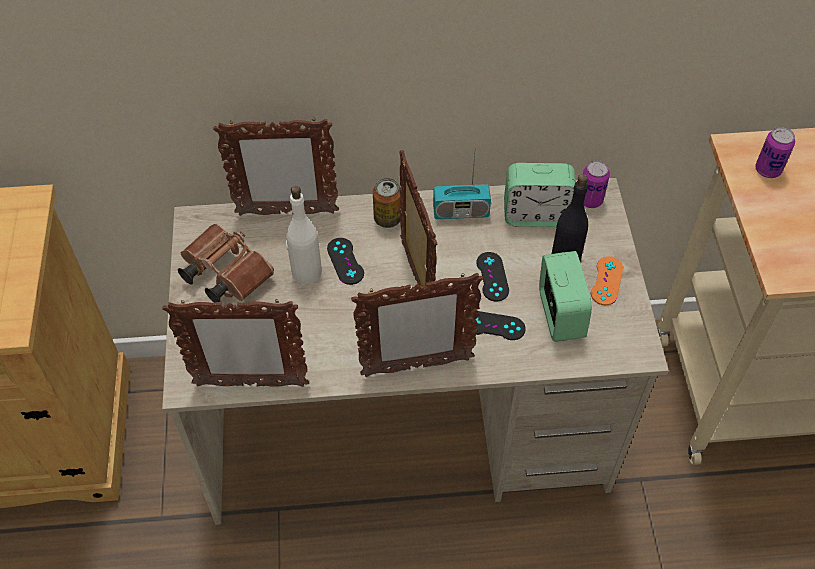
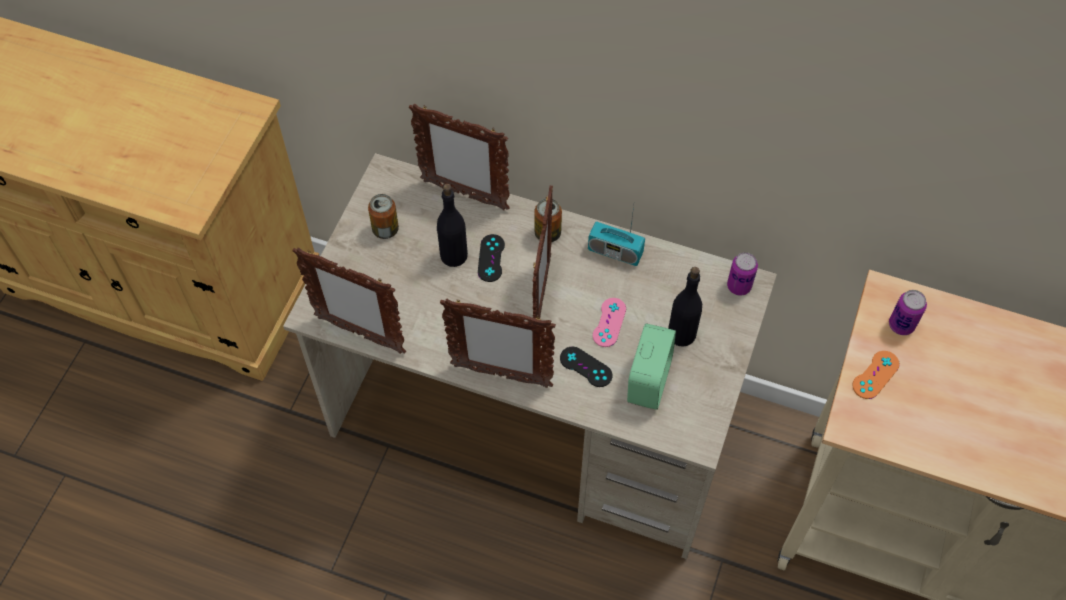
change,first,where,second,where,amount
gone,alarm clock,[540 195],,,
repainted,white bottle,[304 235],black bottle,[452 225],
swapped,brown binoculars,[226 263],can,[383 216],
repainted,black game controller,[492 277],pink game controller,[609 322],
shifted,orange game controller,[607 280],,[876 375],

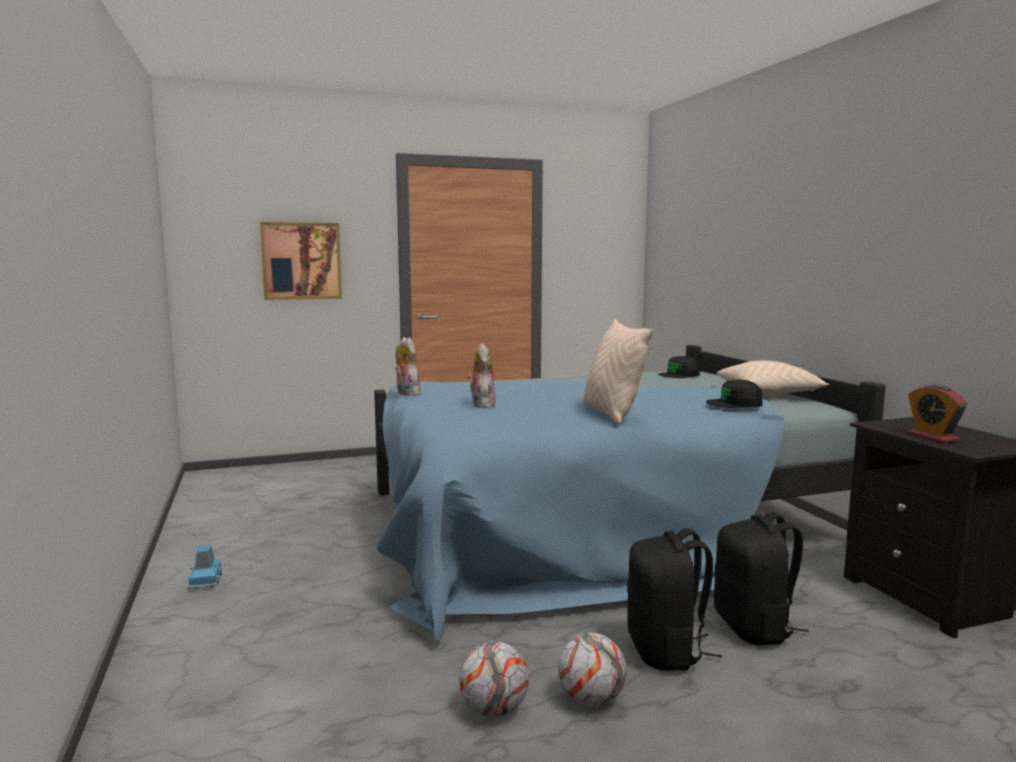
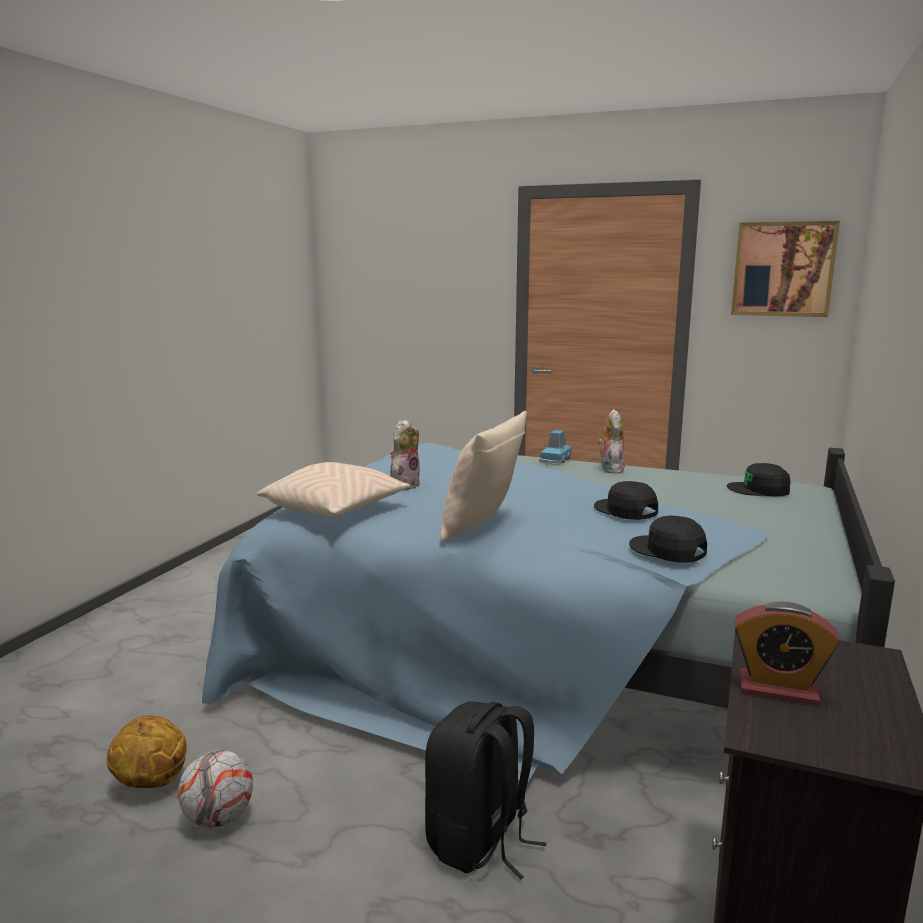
change,first,where,second,where,amount
shifted,picture,[301 261],,[785 269],
shifted,plush toy,[408 366],,[611 441],
shifted,beige pillow,[773 378],,[333 489],
rotated,alarm clock,[937 414],,[787 653],90 degrees counterclockwise
gone,black backpack,[674 599],,,
shifted,blue toy car,[205 567],,[555 447],
swapped,football,[494 679],basketball,[146 751],
new,,,black cap,[626 500],

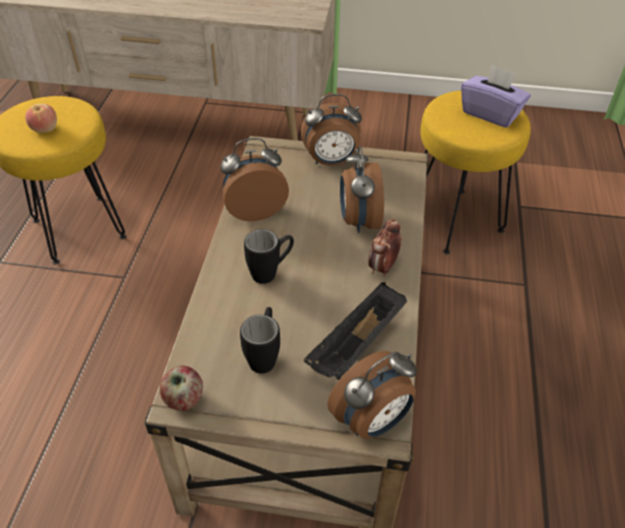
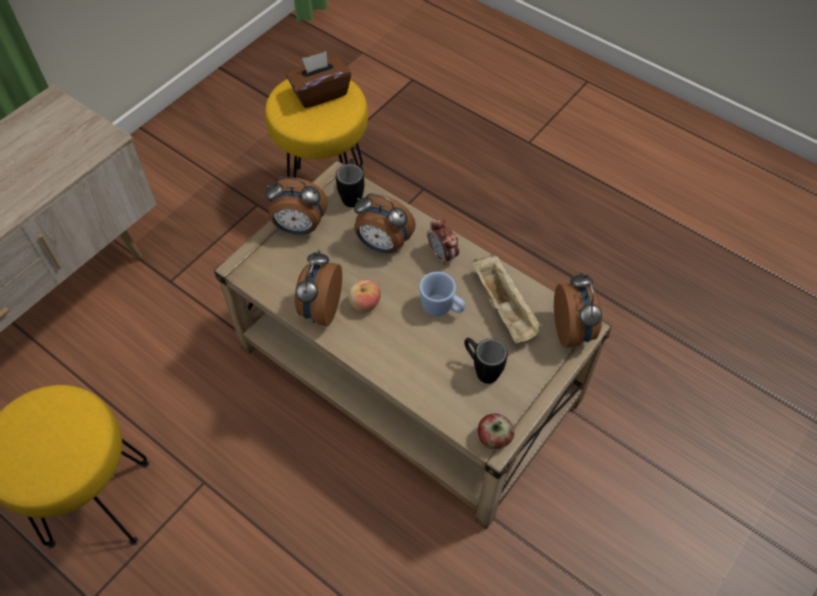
change,first,where,second,where,amount
repainted,purple tissue box,[496 96],brown tissue box,[318 80],
rotated,alarm clock,[331 130],,[296 206],75 degrees clockwise
shifted,apple,[41 118],,[365 296],
shifted,black mug,[269 256],,[350 183],
repainted,black tray,[355 331],beige tray,[507 298],
new,,,blue mug,[442 294],

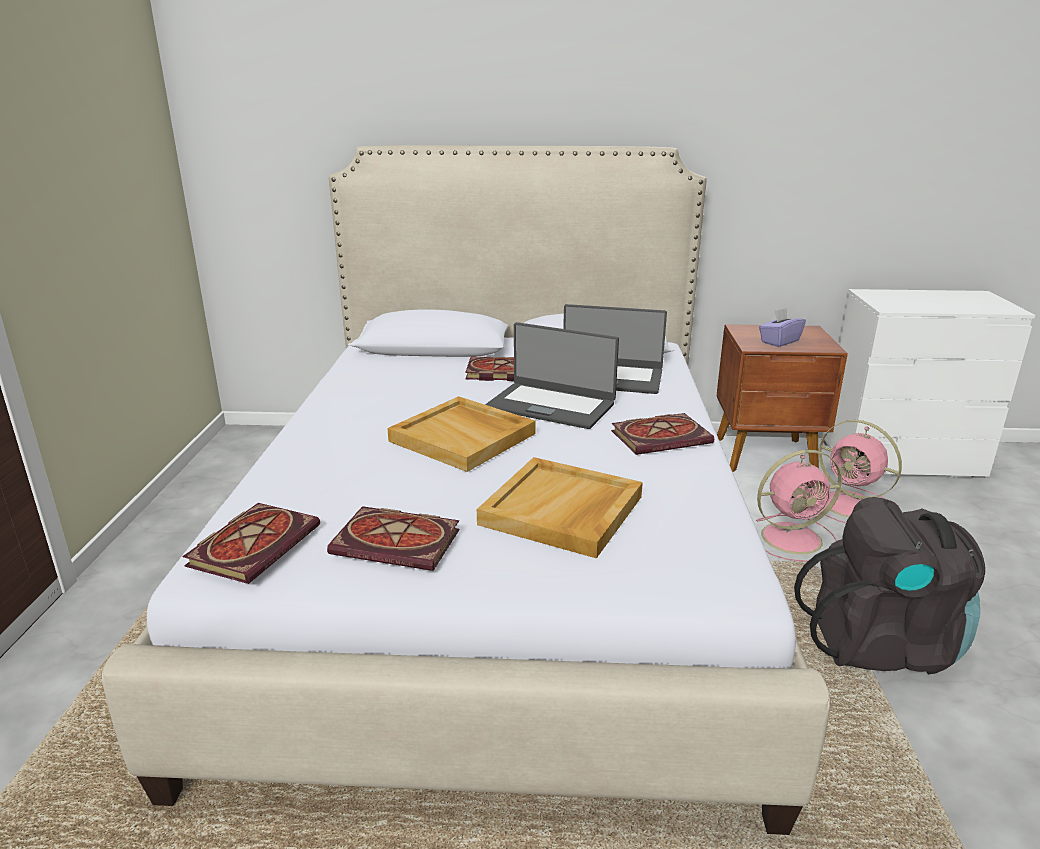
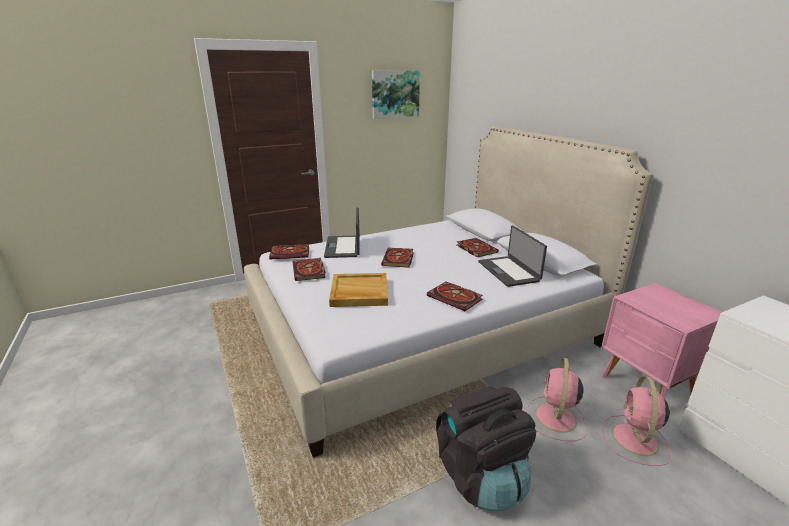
change,first,where,second,where,amount
gone,purple tissue box,[782 327],,,
shifted,laptop,[552 375],,[342 232],
repainted,brown nightstand,[782 398],pink nightstand,[661 341],
swapped,beige tray,[461 434],book,[397 258],
rotated,pink fan,[799 506],,[557 399],60 degrees clockwise
new,,,picture,[396 94],

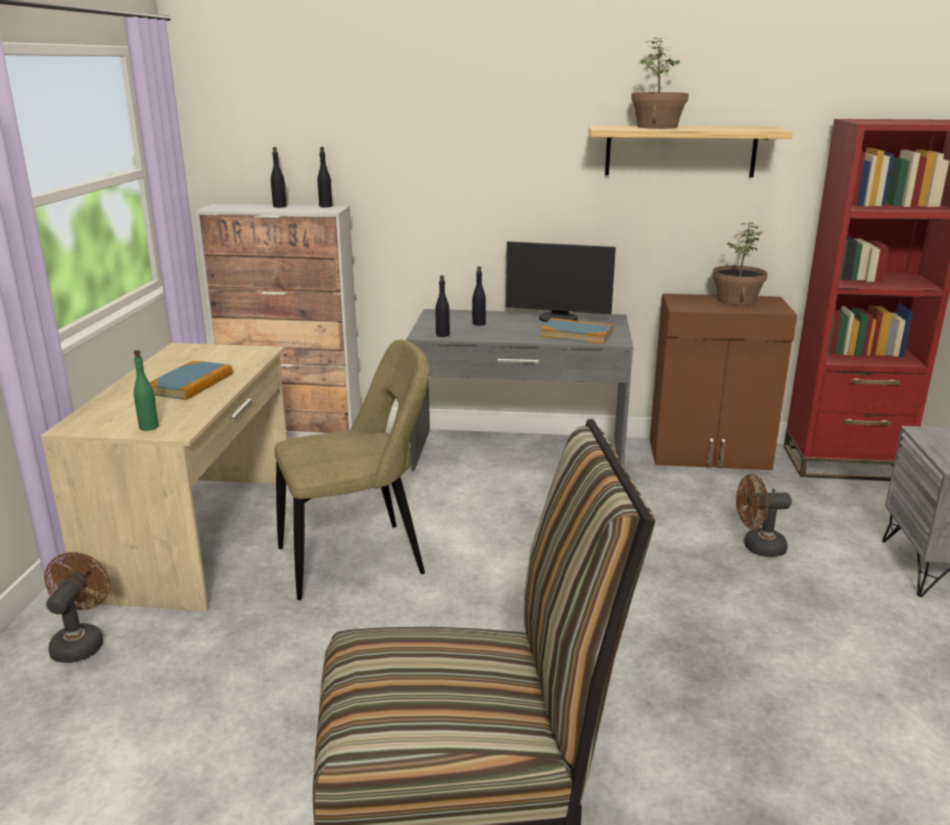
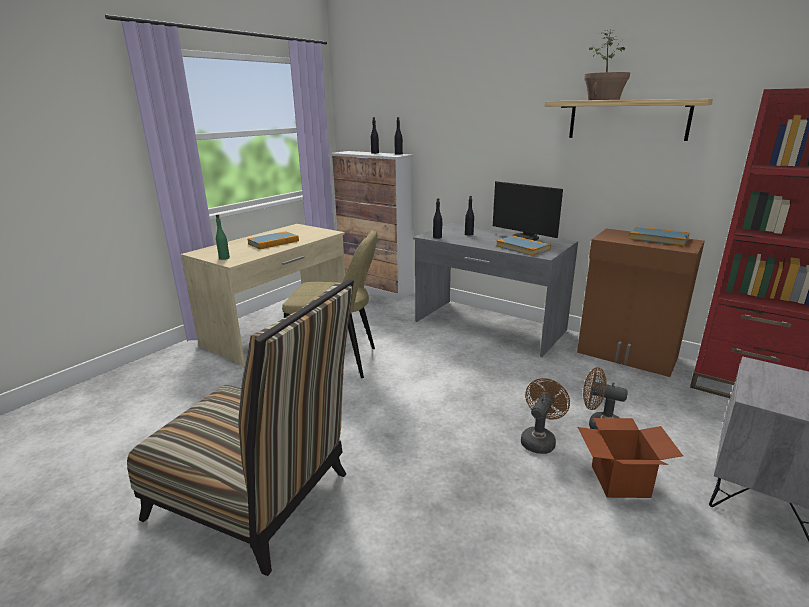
change,first,where,second,where,amount
swapped,potted plant,[740 264],book,[659 236],
shifted,brown fan,[77 607],,[545 416],
new,,,cardboard box,[630 458],

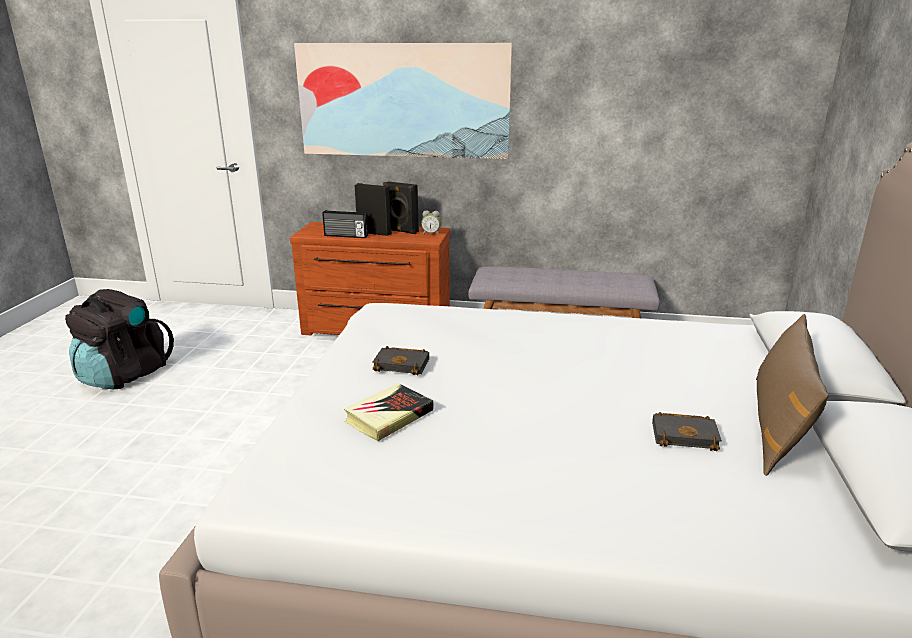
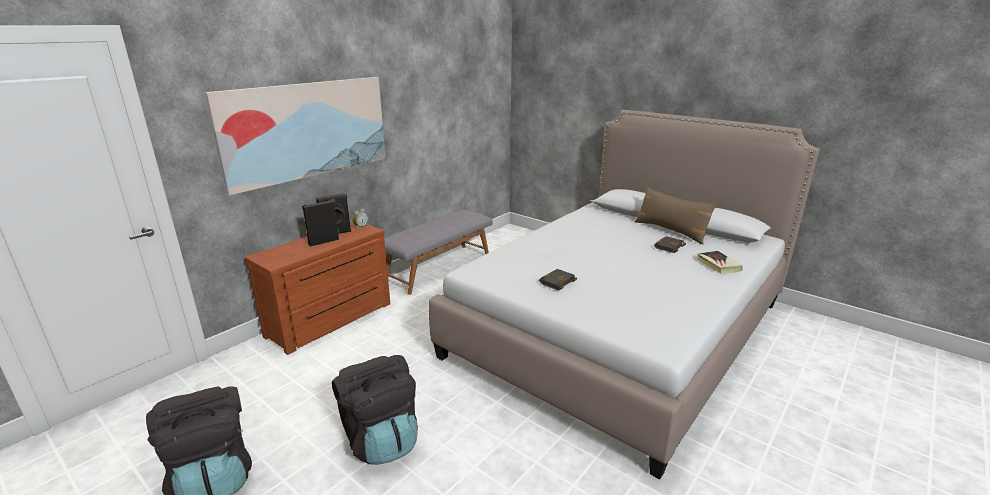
change,first,where,second,where,amount
gone,radio,[345 224],,,
shifted,book,[389 412],,[720 262],
new,,,black backpack,[375 410],

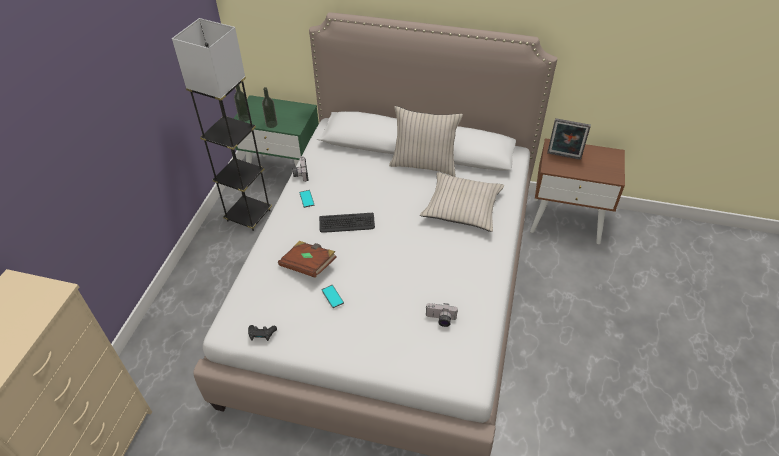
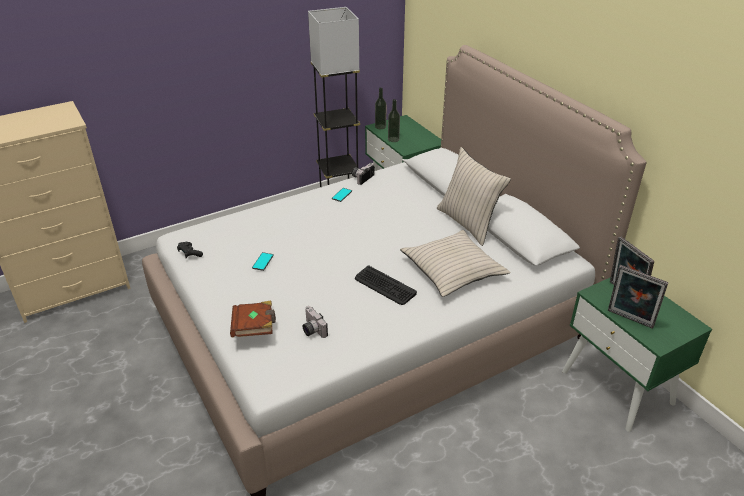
change,first,where,second,where,amount
repainted,brown nightstand,[577 191],green nightstand,[637 354],
shifted,keyboard,[347 223],,[386 285],
shifted,brown book,[307 259],,[253 319],
new,,,picture frame,[638 297],

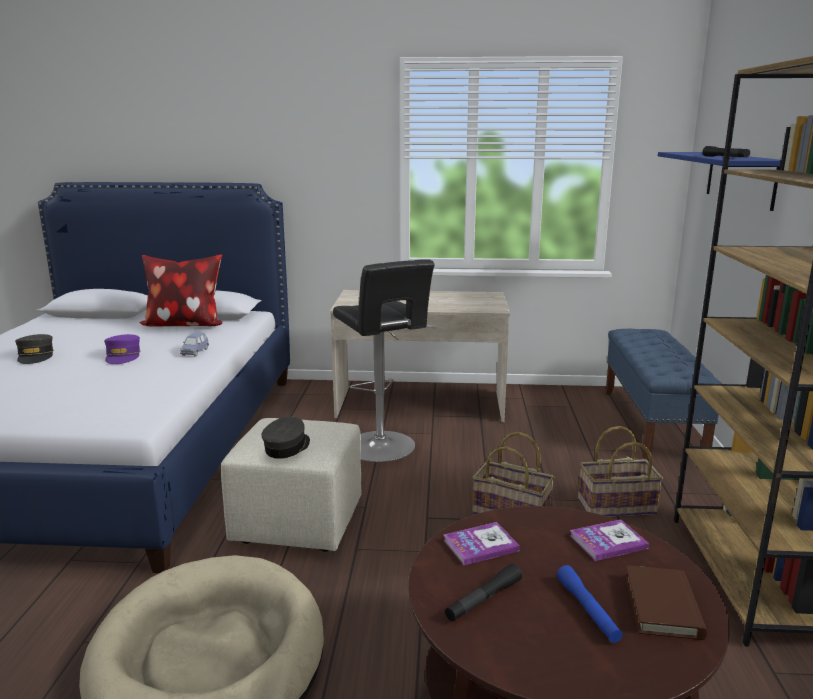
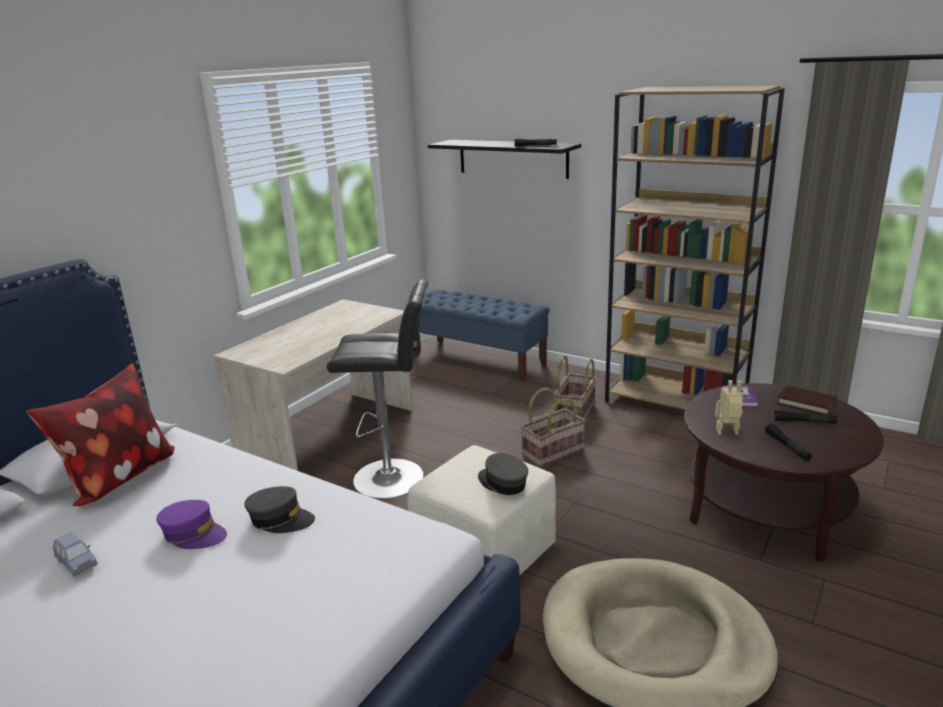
change,first,where,second,where,amount
repainted,blue shelf,[719 181],black shelf,[504 159],
shifted,blue toy car,[194 344],,[75 554],
shifted,grey cap,[34 349],,[279 509],
swapped,book,[481 544],toy robot,[729 407],
repainted,blue flashlight,[590 604],black flashlight,[806 417],

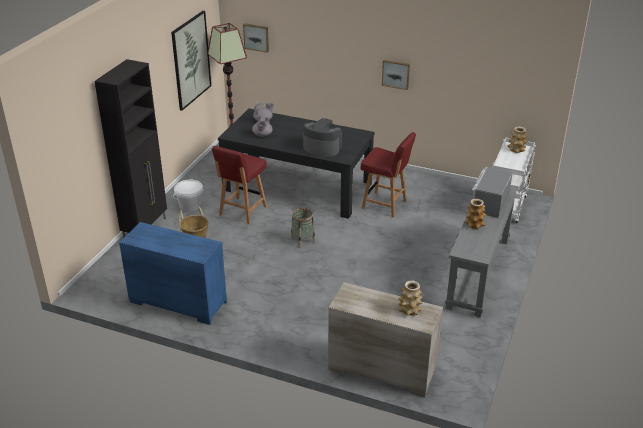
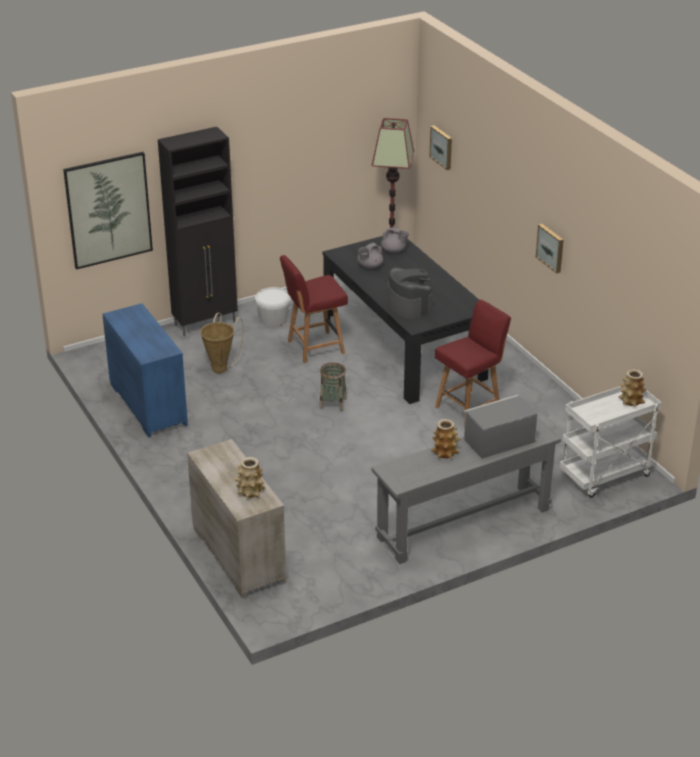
change,first,where,second,where,amount
shifted,picture,[191 61],,[108 211],
rotated,red chair,[388 175],,[473 362],105 degrees counterclockwise

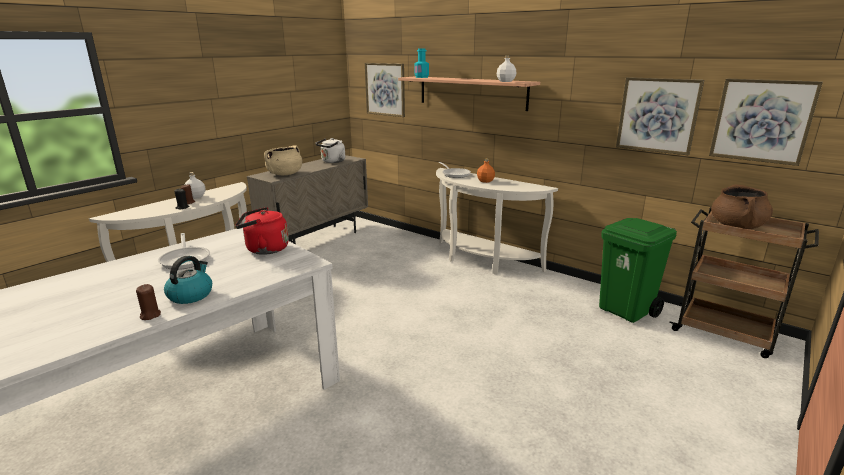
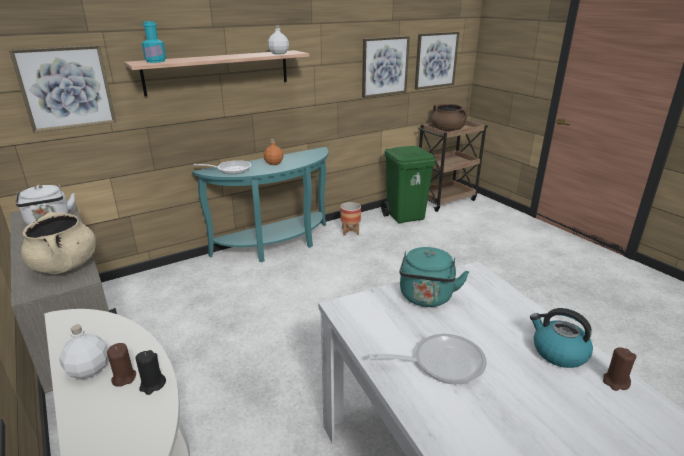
change,first,where,second,where,amount
repainted,white console table,[497 221],turquoise console table,[260 204],
repainted,red kettle,[262 231],turquoise kettle,[434 277],
new,,,planter,[350 219],

